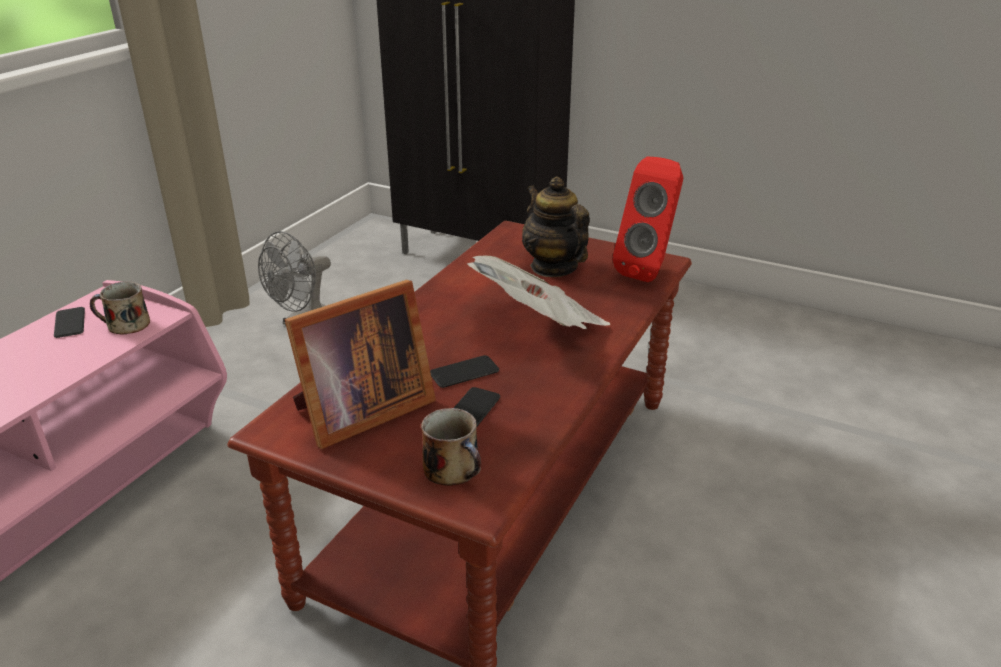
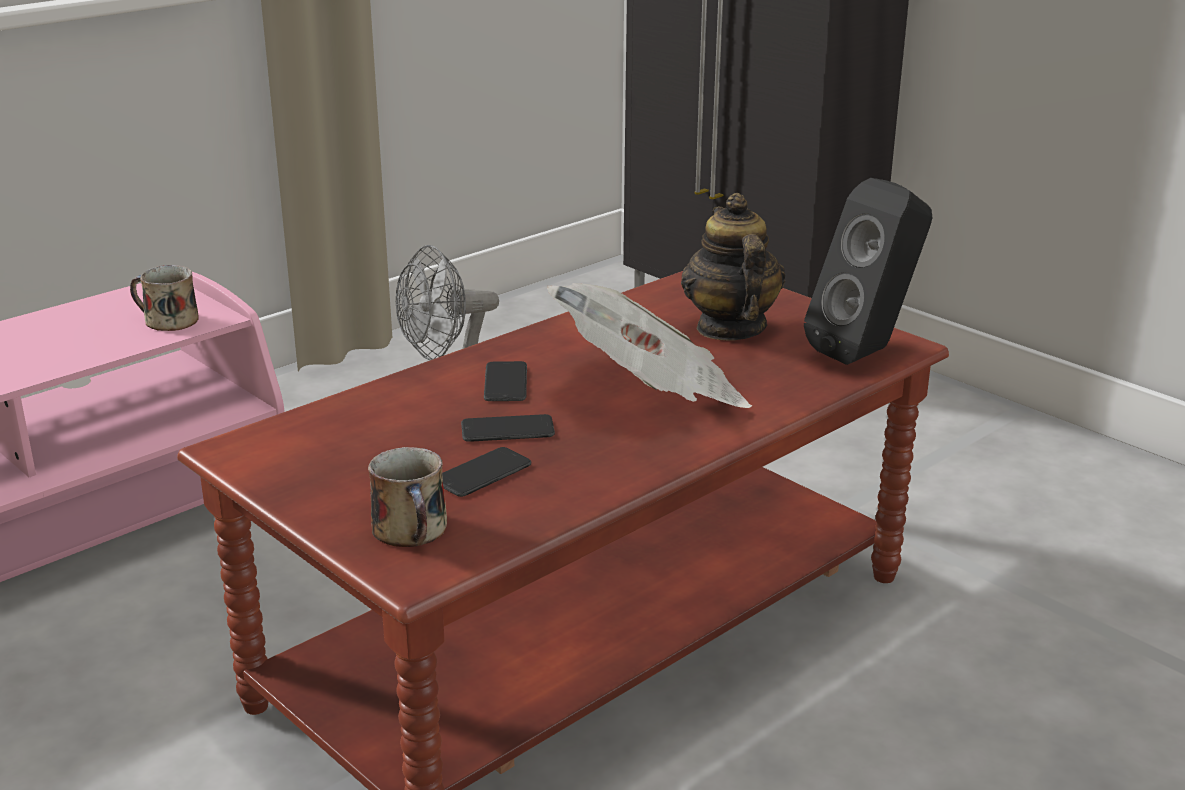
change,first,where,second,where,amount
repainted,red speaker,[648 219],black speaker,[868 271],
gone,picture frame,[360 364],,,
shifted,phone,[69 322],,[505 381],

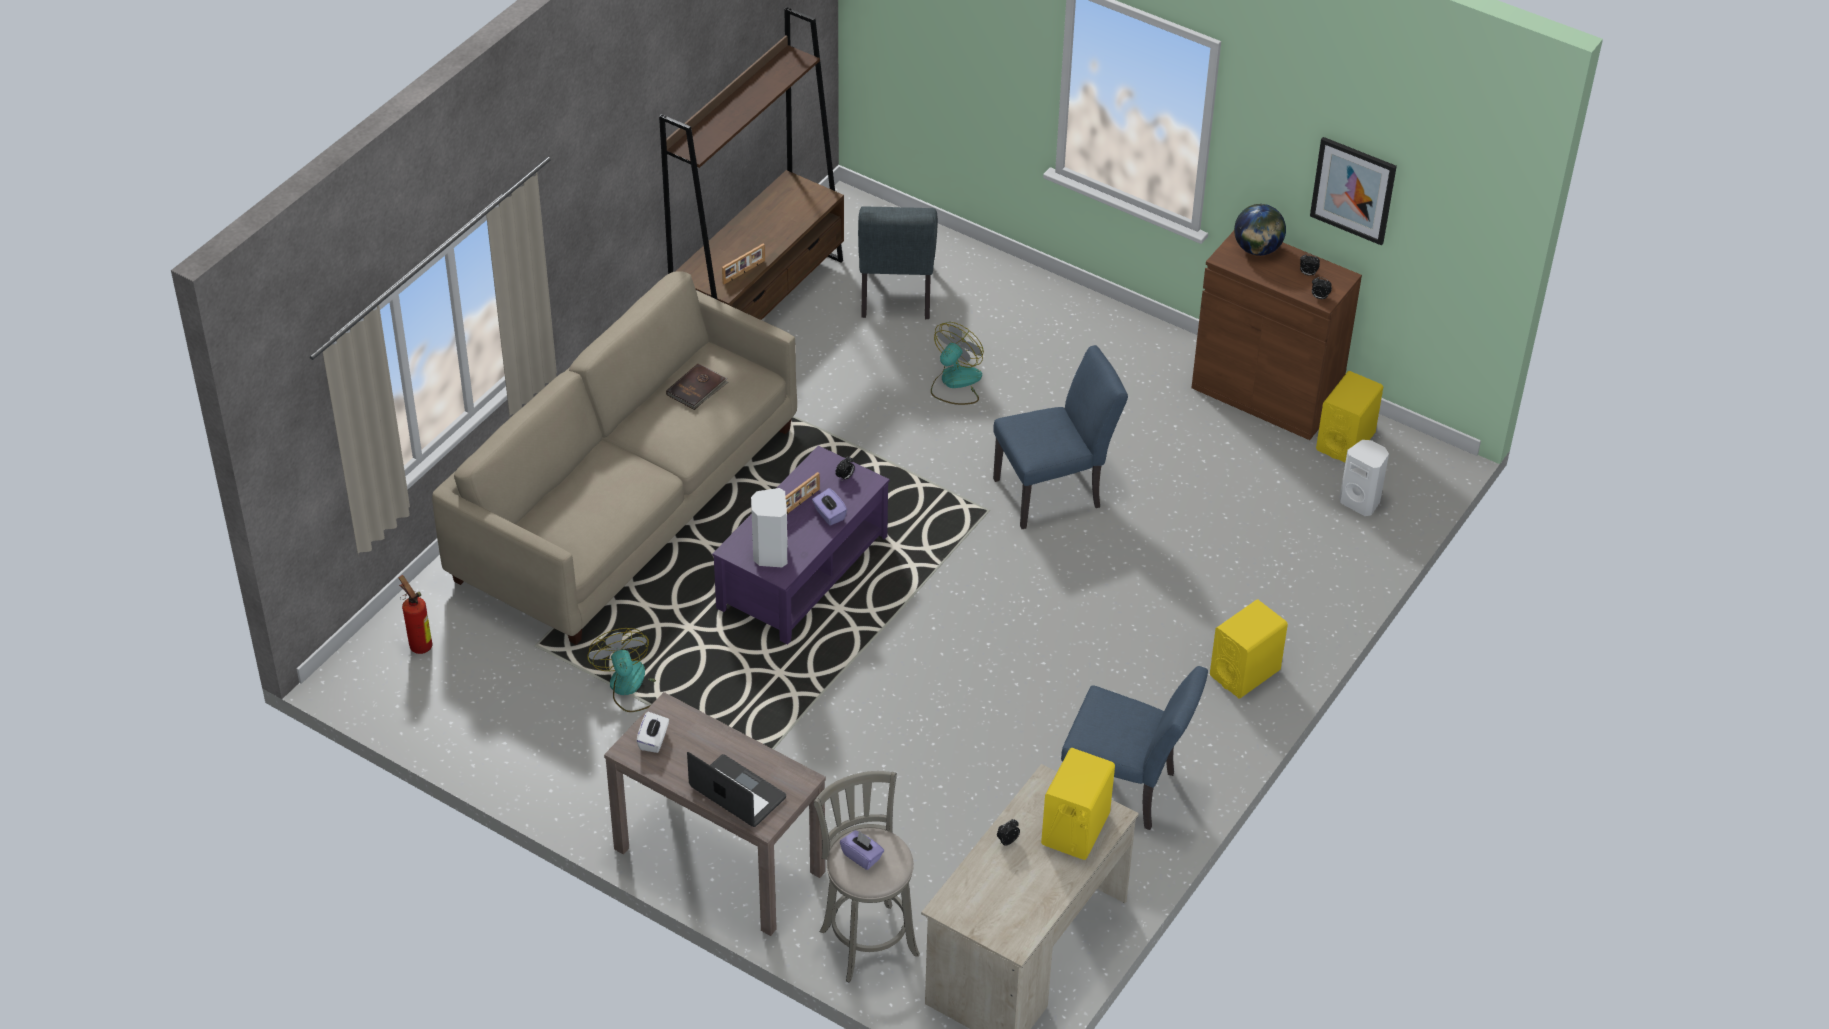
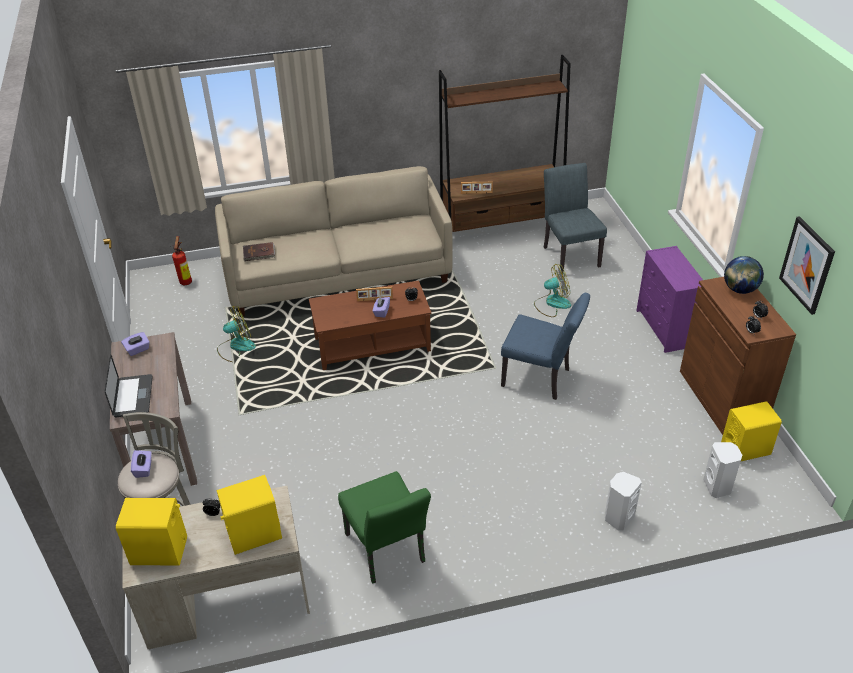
change,first,where,second,where,amount
rotated,grey chair,[898 262],,[575 218],120 degrees clockwise
shifted,brown book,[697 387],,[259 251],
repainted,purple coffee table,[801 545],brown coffee table,[370 325],
shifted,white speaker,[769 527],,[623 501],
shifted,yellow speaker,[1249 649],,[151 531],
rotated,fan,[621 670],,[236 334],45 degrees clockwise
repainted,blue chair,[1134 748],green chair,[384 527],
repainted,white tissue box,[652 732],purple tissue box,[135 344],
new,,,purple dresser,[669 299],

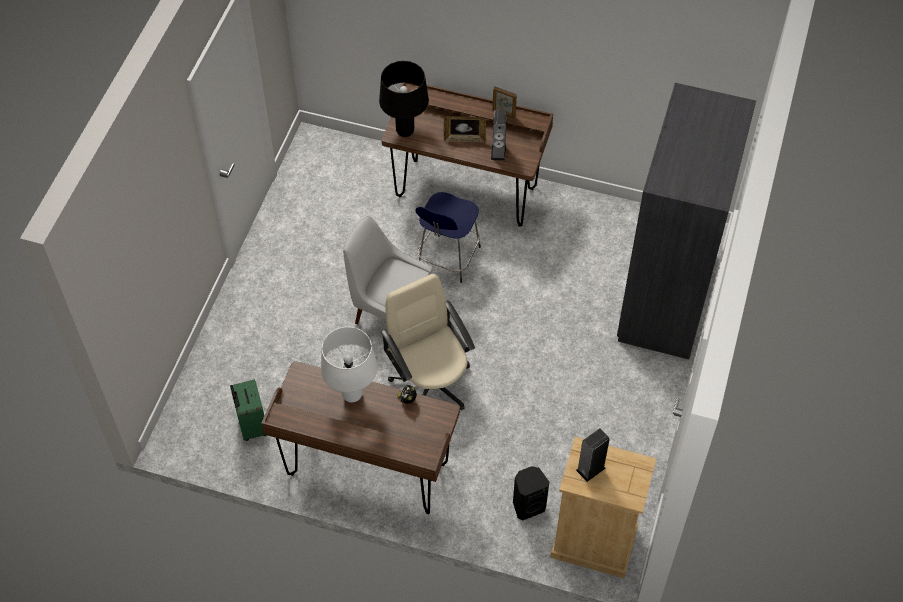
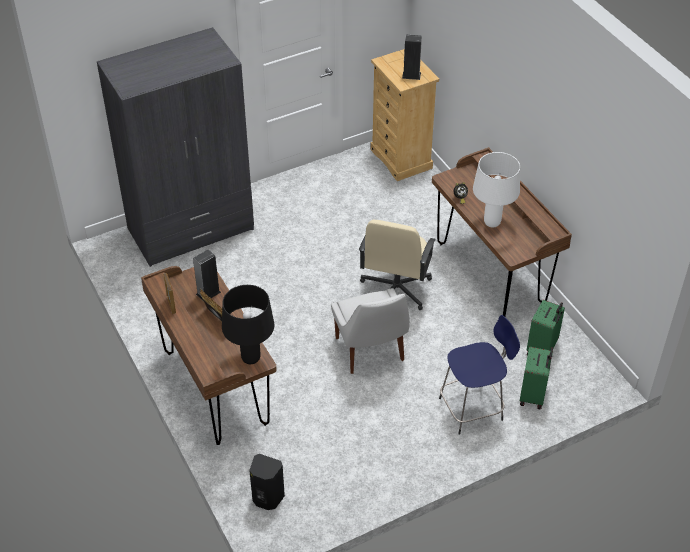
change,first,where,second,where,amount
shifted,blue stool,[448 237],,[479 375],
shifted,black speaker,[531 493],,[267 482],
new,,,green suitcase,[536 378],

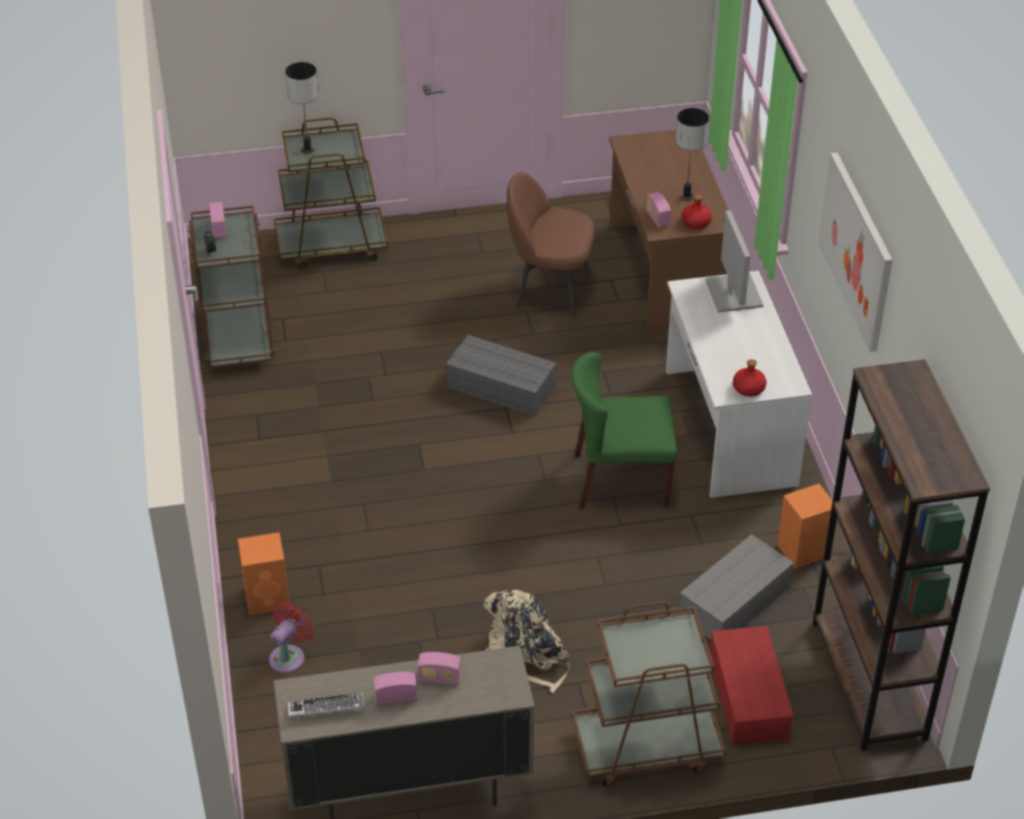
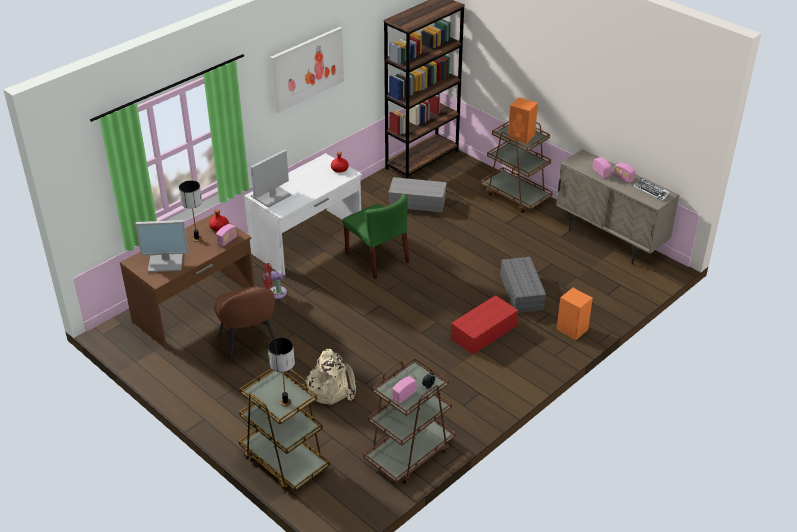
change,first,where,second,where,amount
shifted,grey storage box,[501 376],,[523 285],
shifted,orange speaker,[805 526],,[523 120],
shifted,beige backpack,[527 641],,[329 377],
shifted,red fan,[291 638],,[275 281],
shifted,red storage box,[752 685],,[484 324],
new,,,monitor,[162 246],

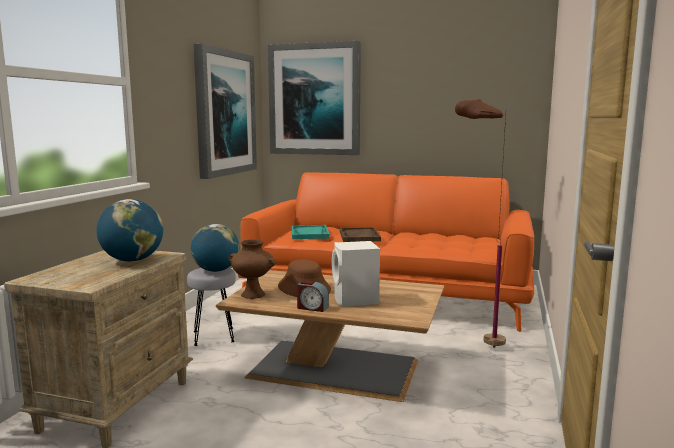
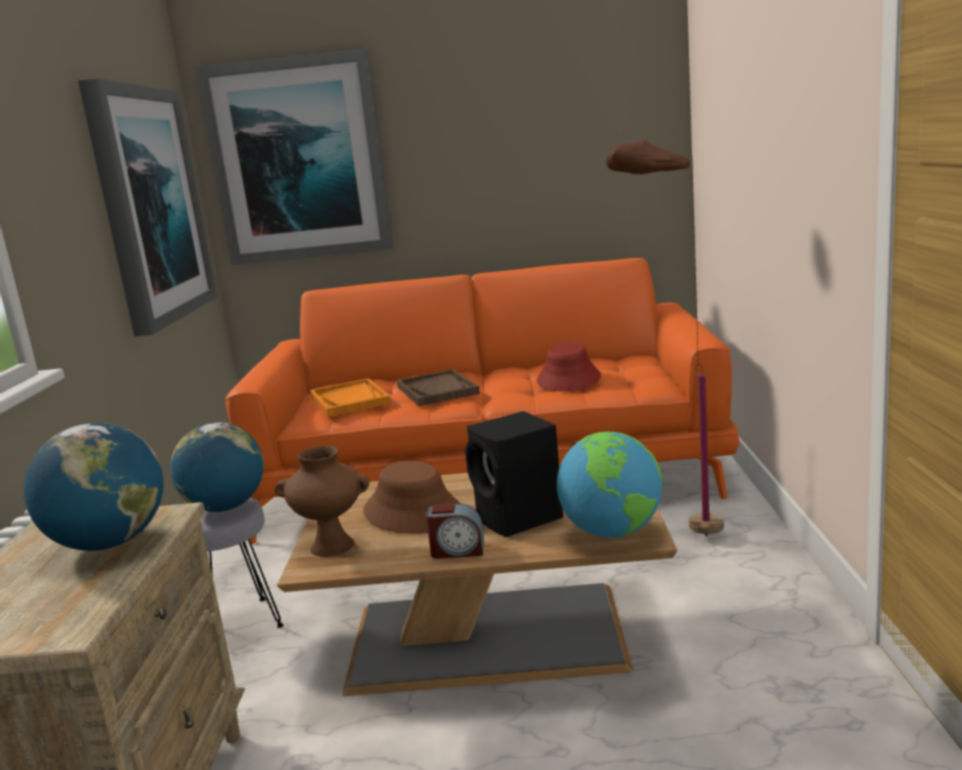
change,first,where,second,where,amount
repainted,turquoise tray,[310 232],orange tray,[350 397],
repainted,white speaker,[356 274],black speaker,[514 474],
new,,,red hat,[569 366],
new,,,globe,[609 485],

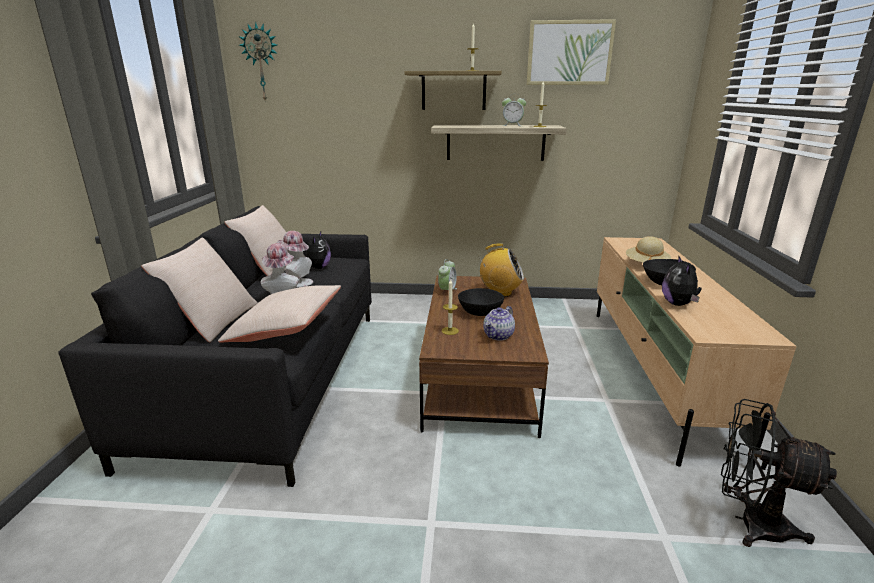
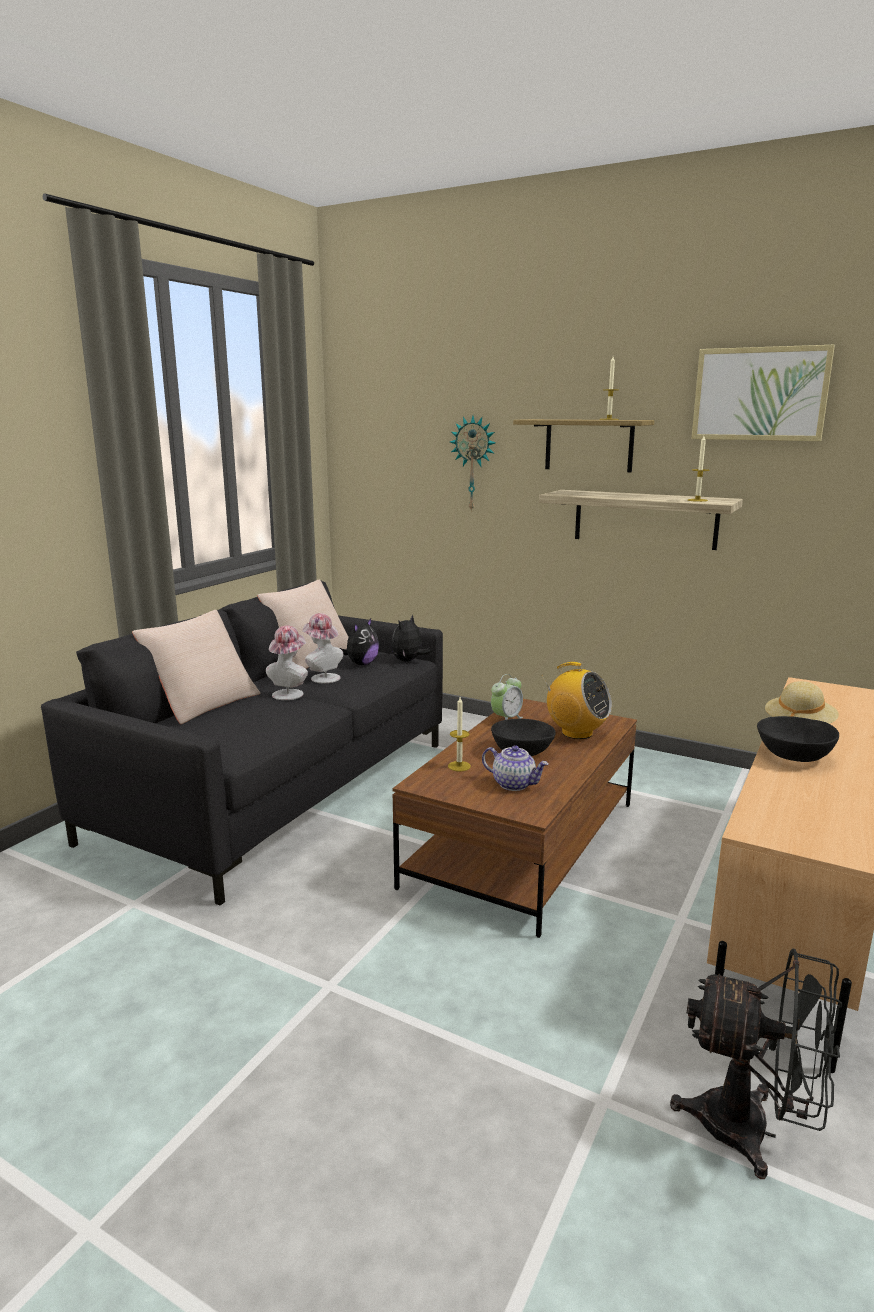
change,first,where,second,where,amount
shifted,wall clock,[258 62],,[473 464],
gone,alarm clock,[514 111],,,
shifted,plush toy,[681 280],,[411 637],
gone,beige pillow,[279 313],,,
rotated,teapot,[499 323],,[515 768],120 degrees counterclockwise
rotated,black fan,[779 473],,[756 1064],150 degrees clockwise

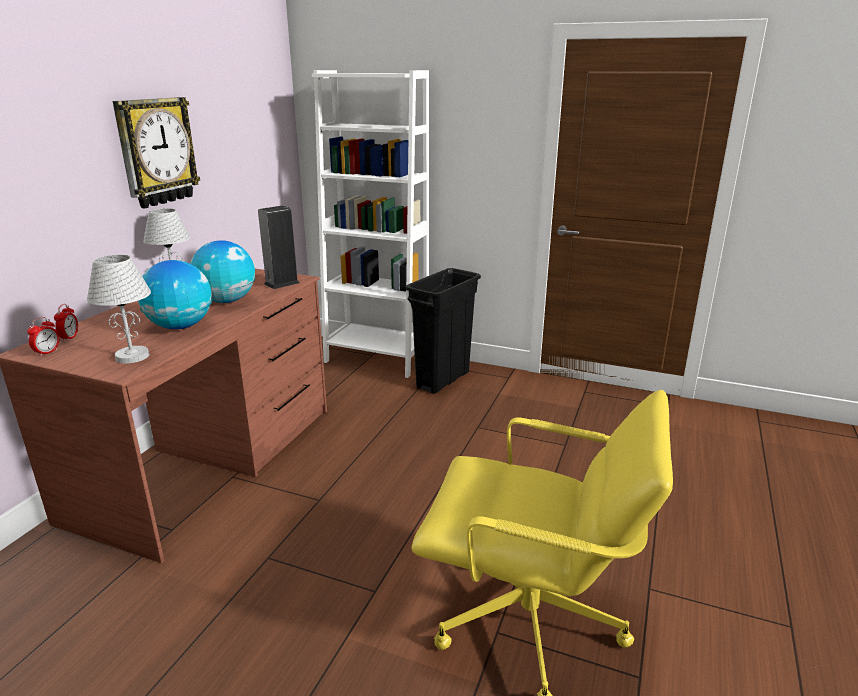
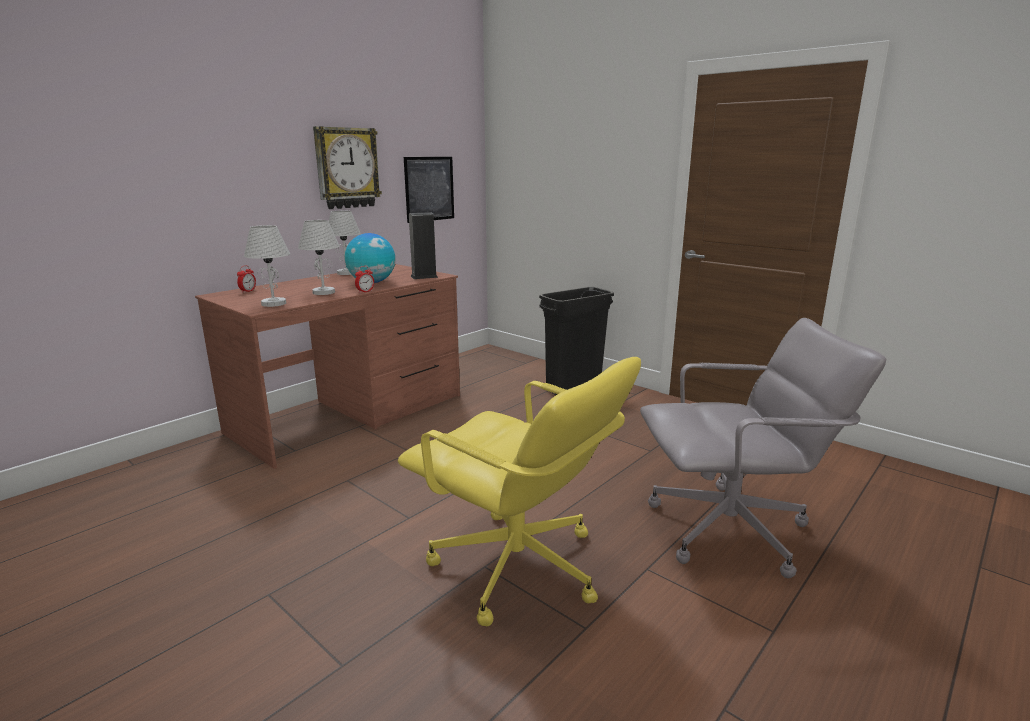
change,first,where,second,where,amount
gone,white bookcase,[370 224],,,
swapped,globe,[175 294],white table lamp,[319 257],
shifted,alarm clock,[43 337],,[364 279],
new,,,picture,[429 190],
new,,,grey office chair,[763 448],

